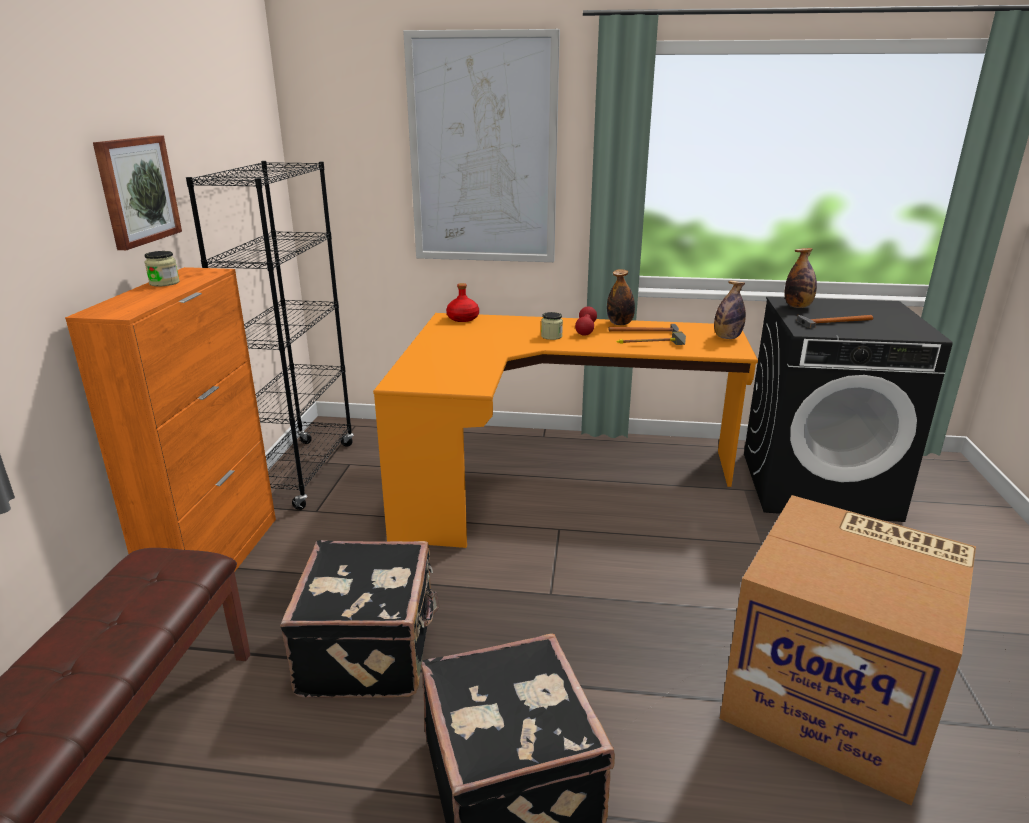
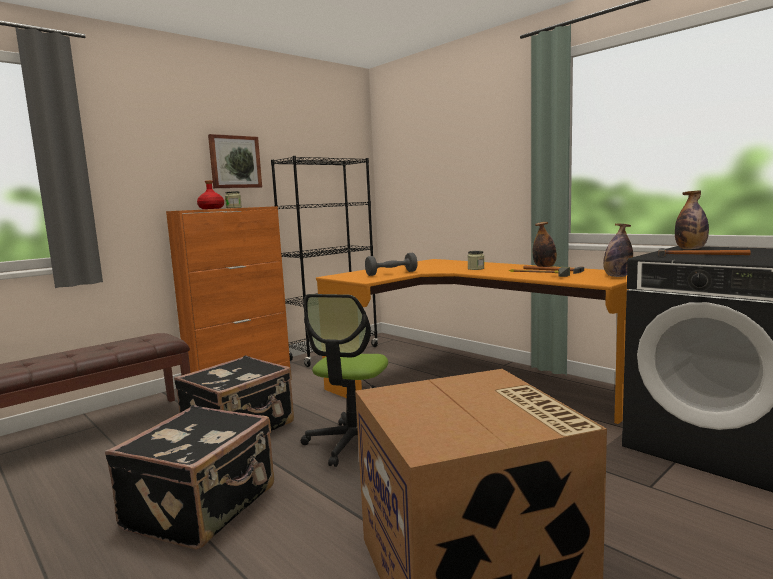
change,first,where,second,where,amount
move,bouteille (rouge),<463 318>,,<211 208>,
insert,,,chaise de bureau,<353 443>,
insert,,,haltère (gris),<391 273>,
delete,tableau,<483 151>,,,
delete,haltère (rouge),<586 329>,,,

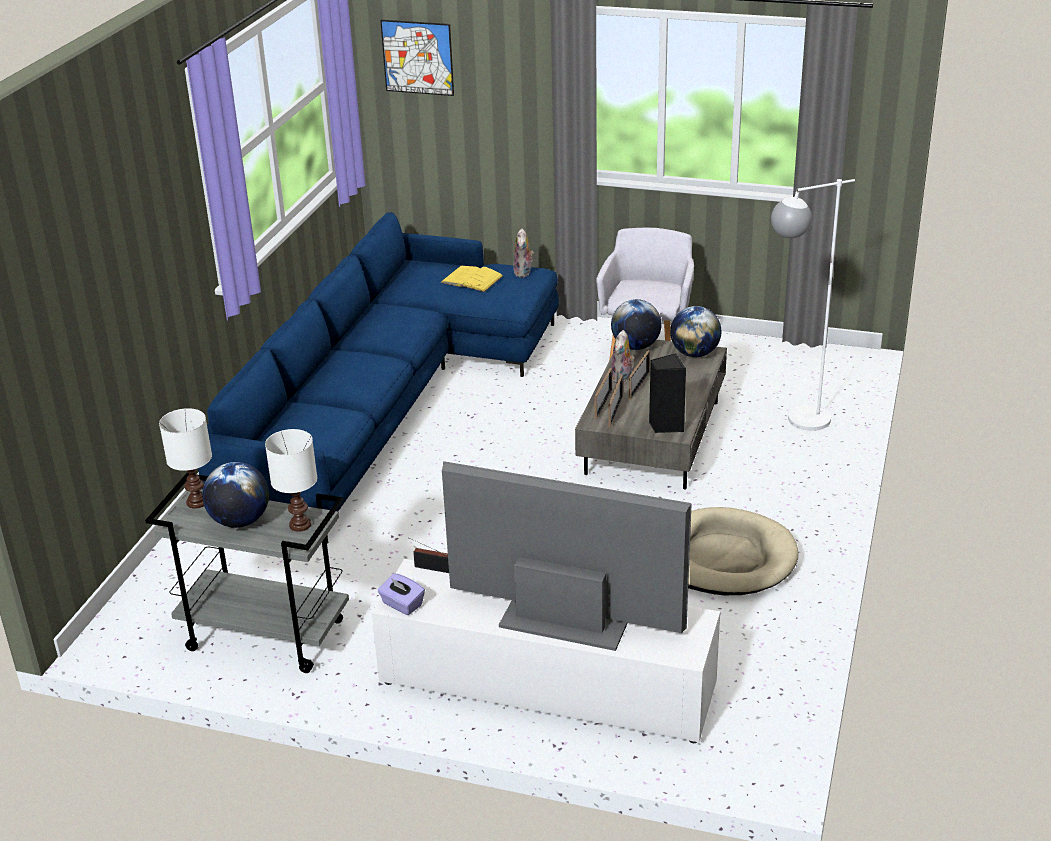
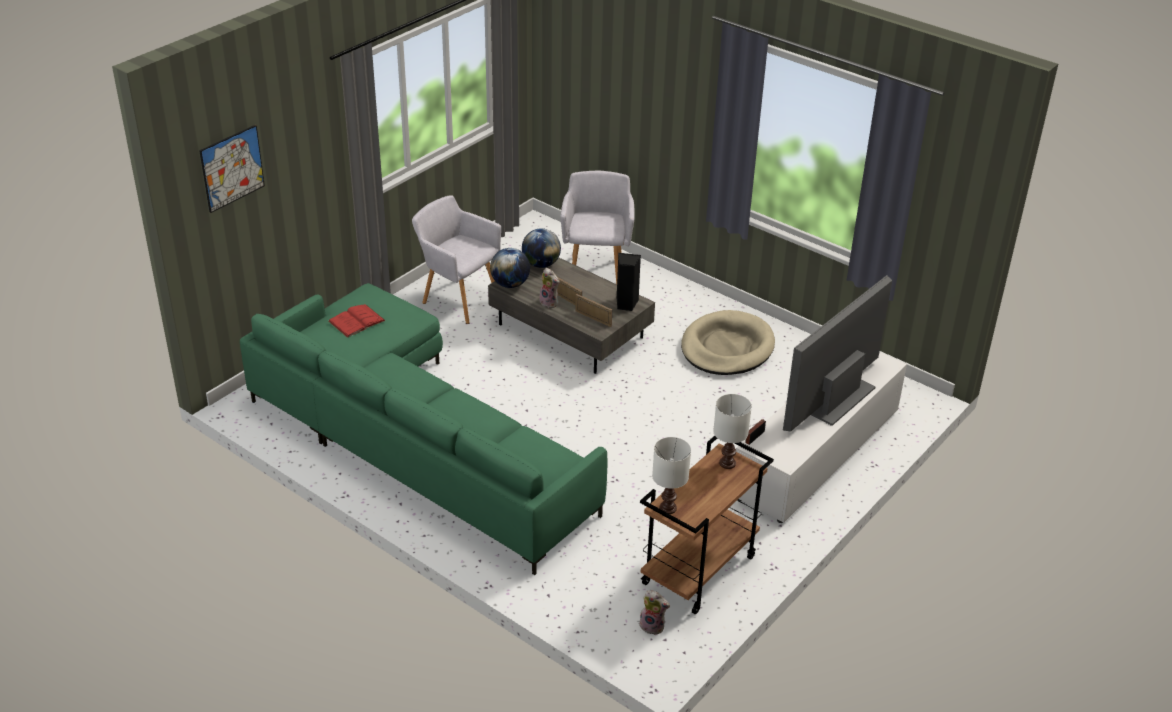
change,first,where,second,where,amount
recolor,canapé (bleu),<388 399>,canapé (vert),<414 438>,
recolor,livre (jaune),<472 279>,livre (rouge),<356 321>,
replace,lampadaire (blanc),<795 422>,fauteuil (gris),<596 270>,
move,peluche,<524 273>,,<653 626>,
recolor,chariot (gris),<263 636>,chariot (marron),<699 571>,
delete,globe,<240 521>,,,
delete,boîte à mouchoirs (violet),<402 605>,,,
delete,cadre photo,<603 404>,,,

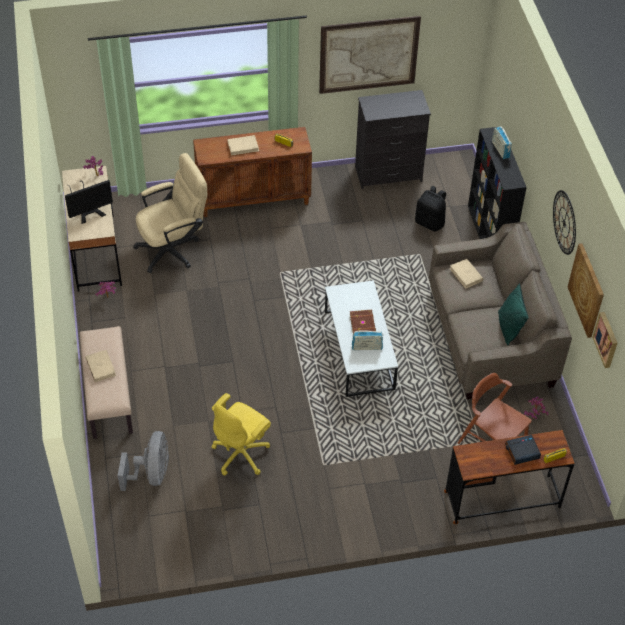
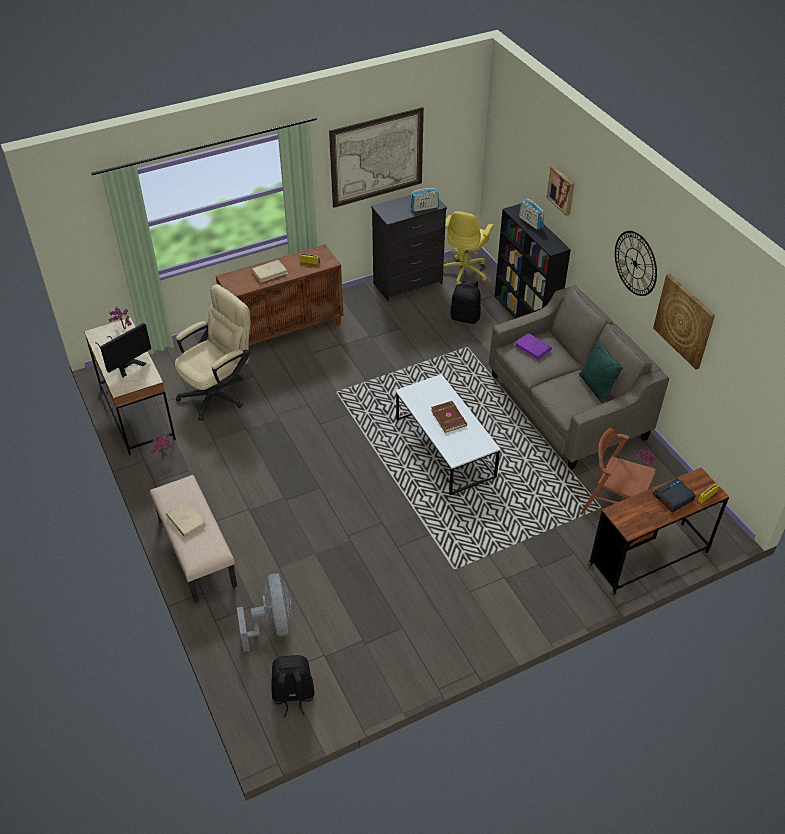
change,first,where,second,where,amount
insert,,,sac à dos (noir),<293 696>,
move,radio,<367 347>,,<424 208>,
move,chaise de bureau (jaune),<241 454>,,<465 271>,
recolor,livre (beige),<466 275>,livre (violet),<532 348>,
move,tableau,<607 339>,,<562 190>,

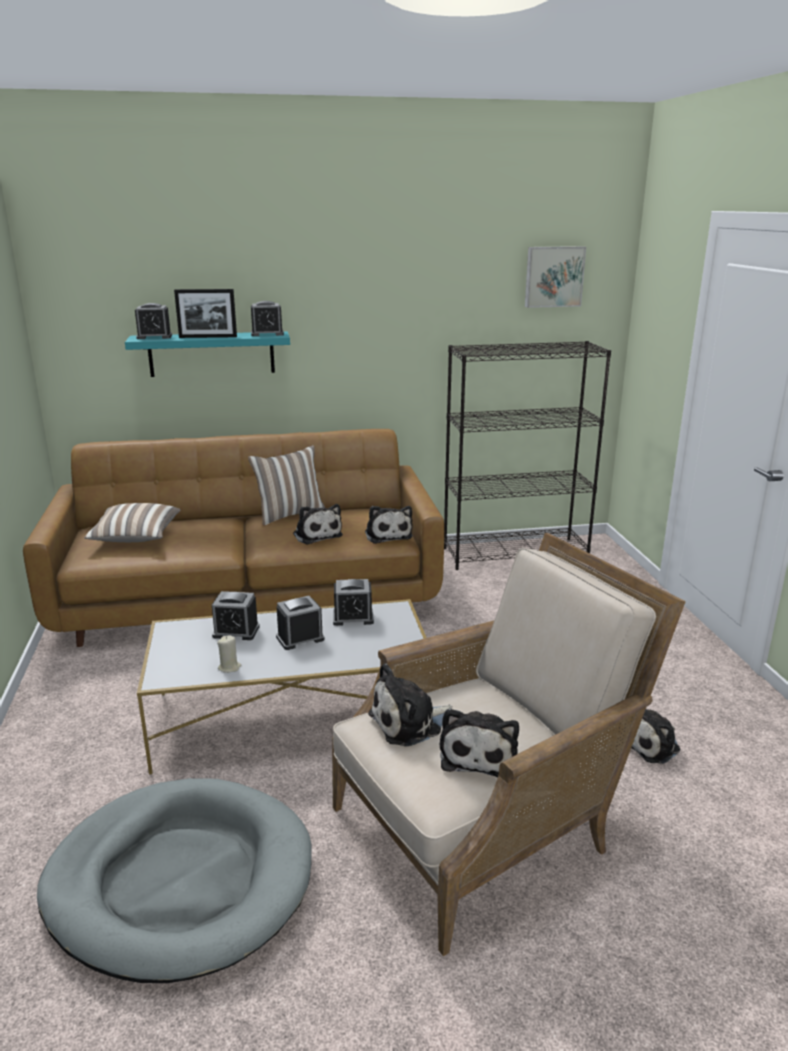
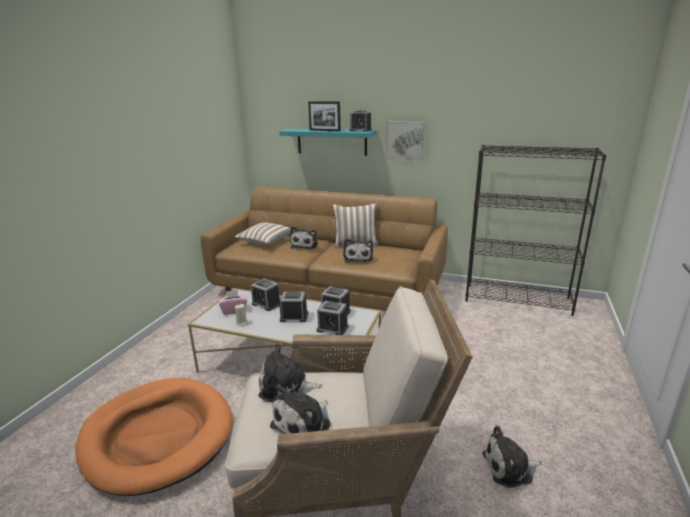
change,first,where,second,where,amount
recolor,panier pour chien (gris),<180 881>,panier pour chien (orange),<158 436>,
insert,,,boîte à mouchoirs (rose),<234 310>,
move,peluche,<387 535>,,<305 245>,
move,réveil,<154 337>,,<332 329>,
move,tableau,<553 276>,,<406 141>,

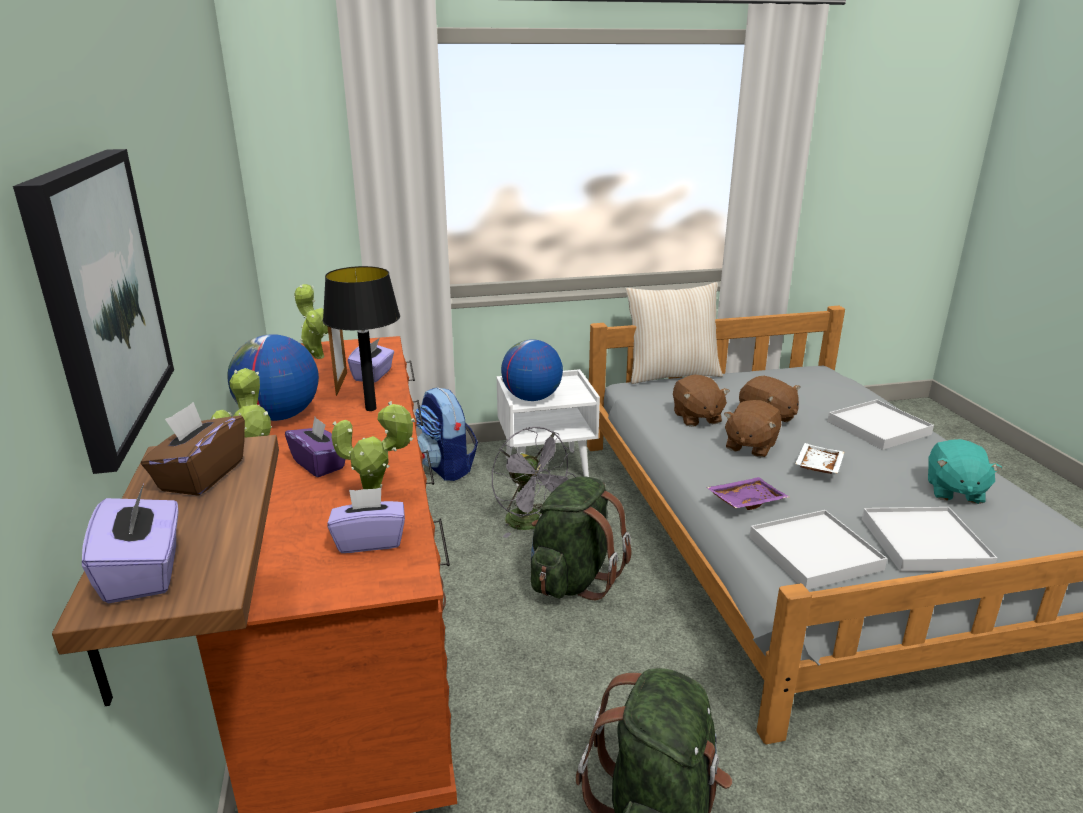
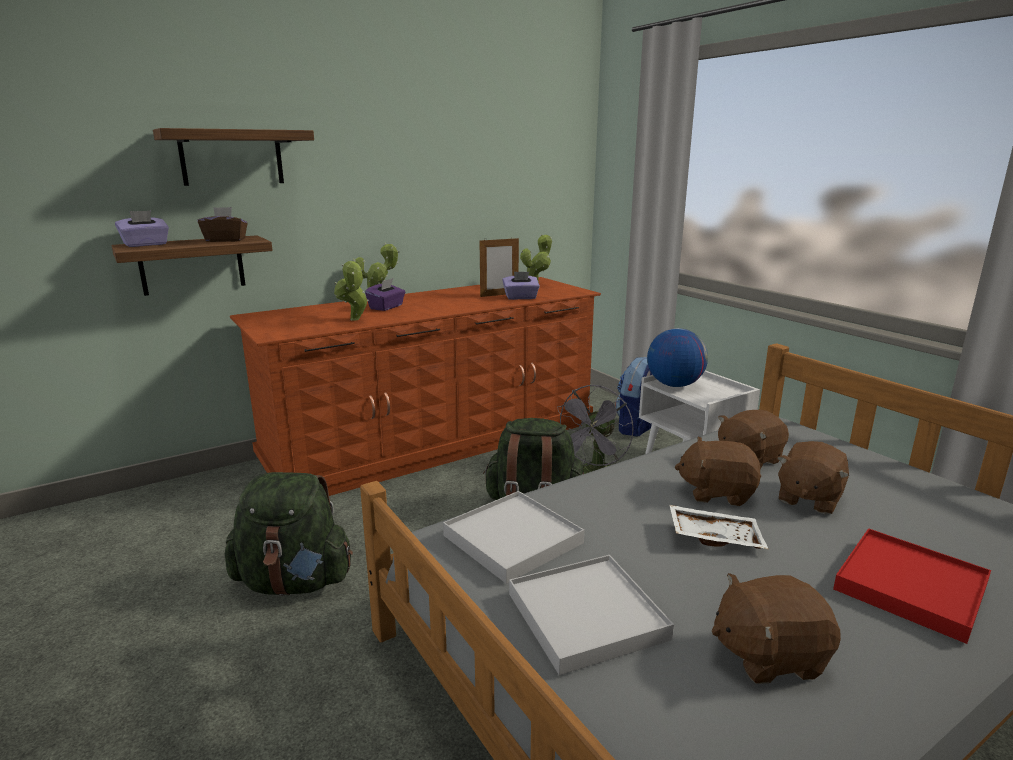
change,first,where,second,where,amount
replace,tableau,<100 299>,étagère,<232 157>,
recolor,peluche (turquoise),<953 491>,peluche (marron),<768 655>,
recolor,plateau (blanc),<878 428>,plateau (rouge),<909 587>,
delete,globe,<279 416>,,,
delete,lampe de table (noir),<370 409>,,,
delete,boîte à mouchoirs (violet),<370 541>,,,
delete,coussin (beige),<671 374>,,,
delete,plateau (violet),<745 501>,,,

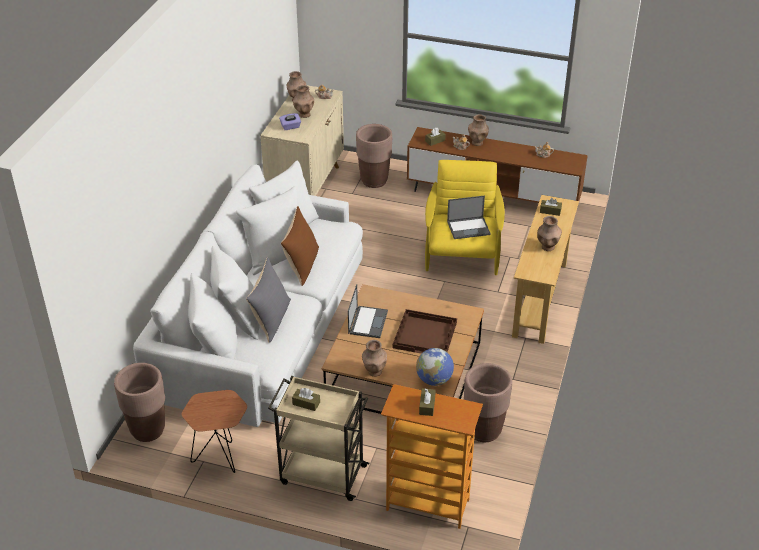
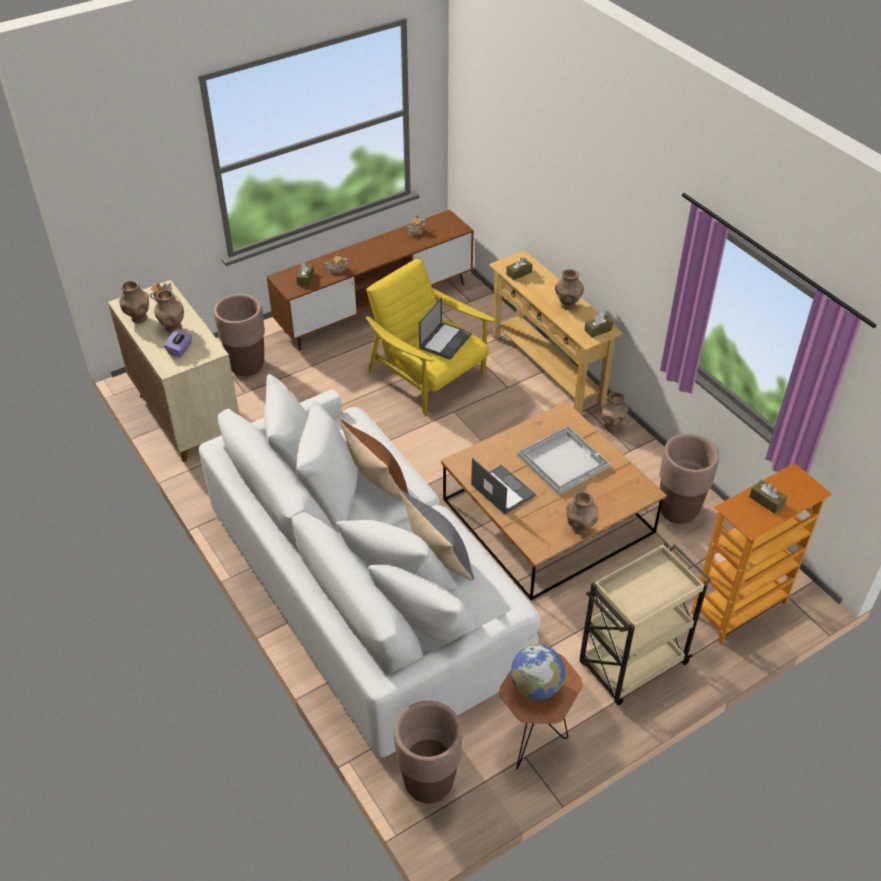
change,first,where,second,where,amount
move,globe,<434 380>,,<536 686>,
recolor,plateau (marron),<425 334>,plateau (blanc),<563 461>,
move,boîte à mouchoirs (marron),<306 403>,,<598 330>,
move,vase (marron),<477 143>,,<612 425>,

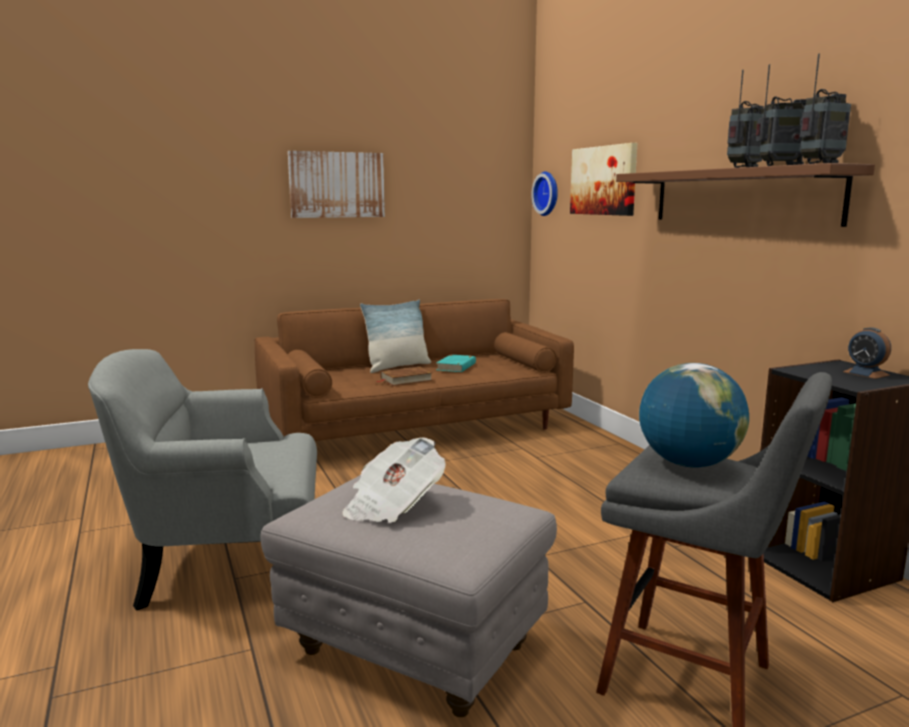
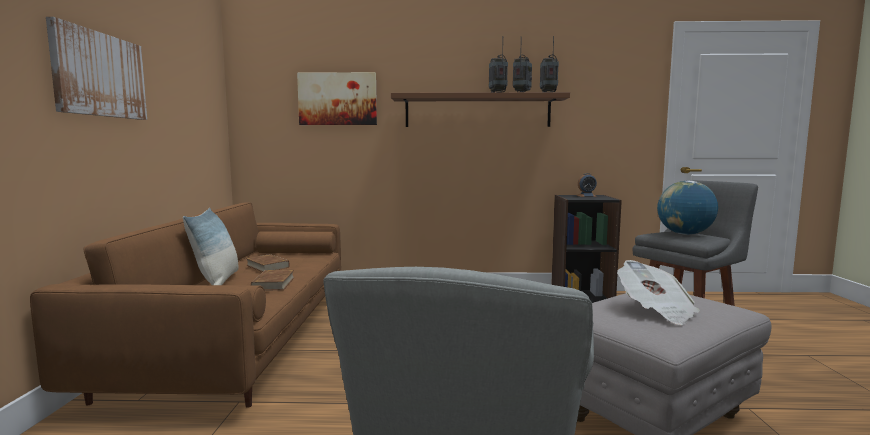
change,first,where,second,where,amount
recolor,livre (turquoise),<456 366>,livre (marron),<267 266>,
delete,horloge murale,<548 193>,,,

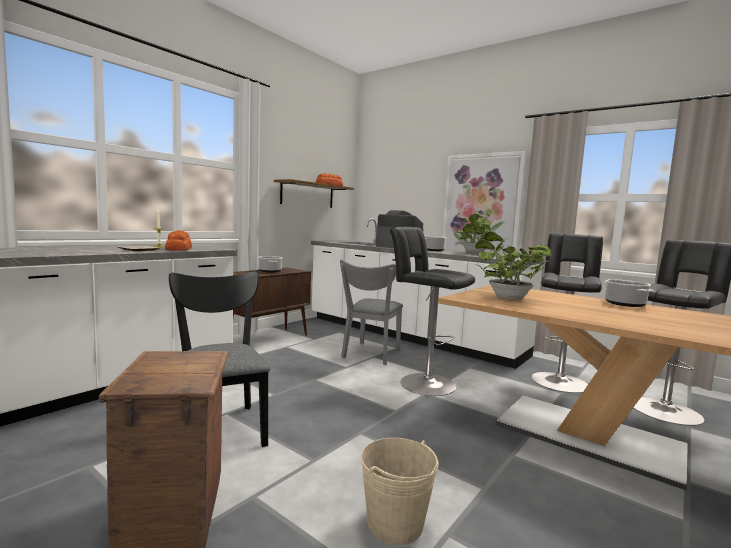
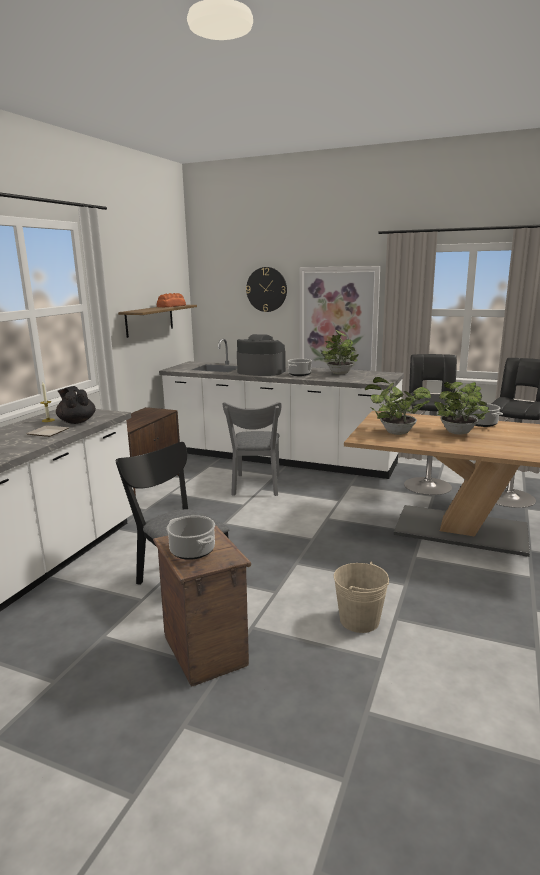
change,first,where,second,where,amount
replace,pain,<179 248>,théière (noir),<77 421>,
move,marmite,<269 271>,,<192 550>,
insert,,,horloge murale,<266 289>,
insert,,,plante en pot,<459 433>,
delete,tabouret (noir),<424 383>,,,

